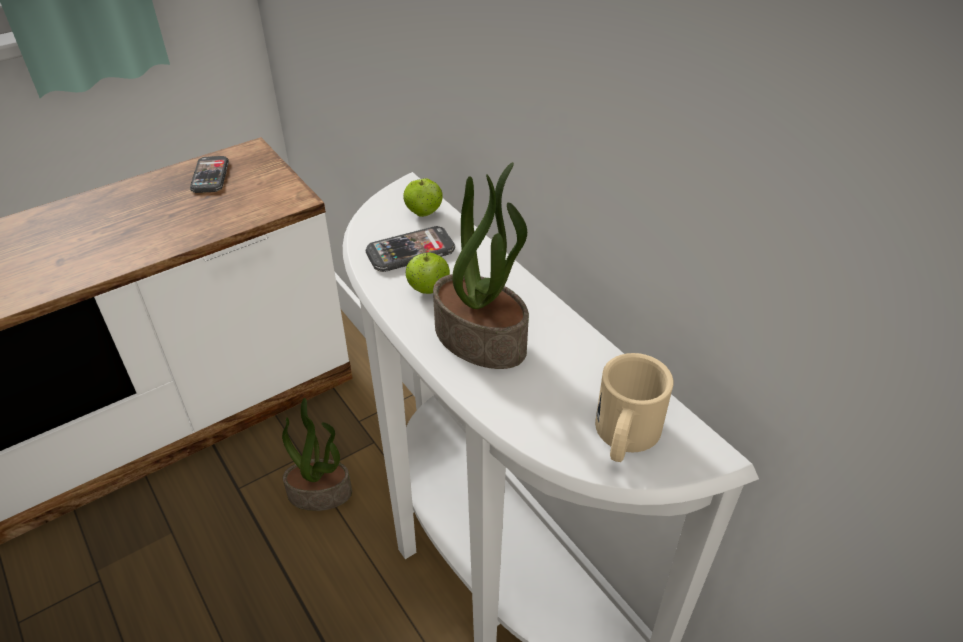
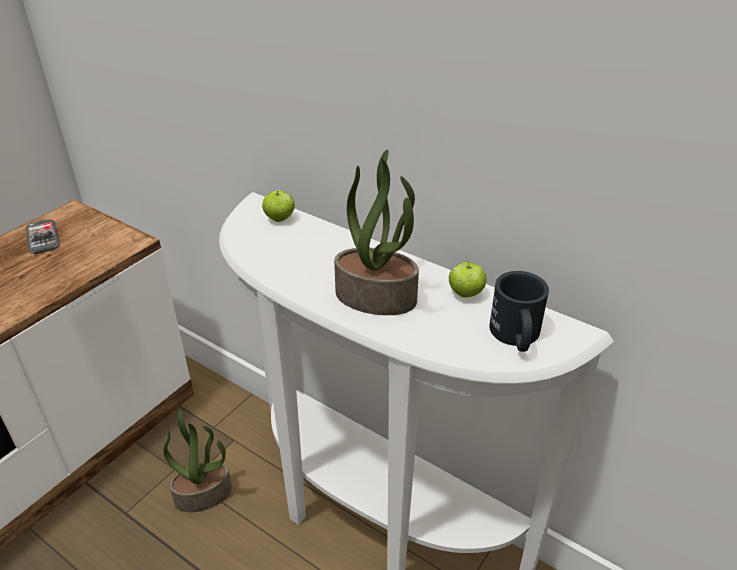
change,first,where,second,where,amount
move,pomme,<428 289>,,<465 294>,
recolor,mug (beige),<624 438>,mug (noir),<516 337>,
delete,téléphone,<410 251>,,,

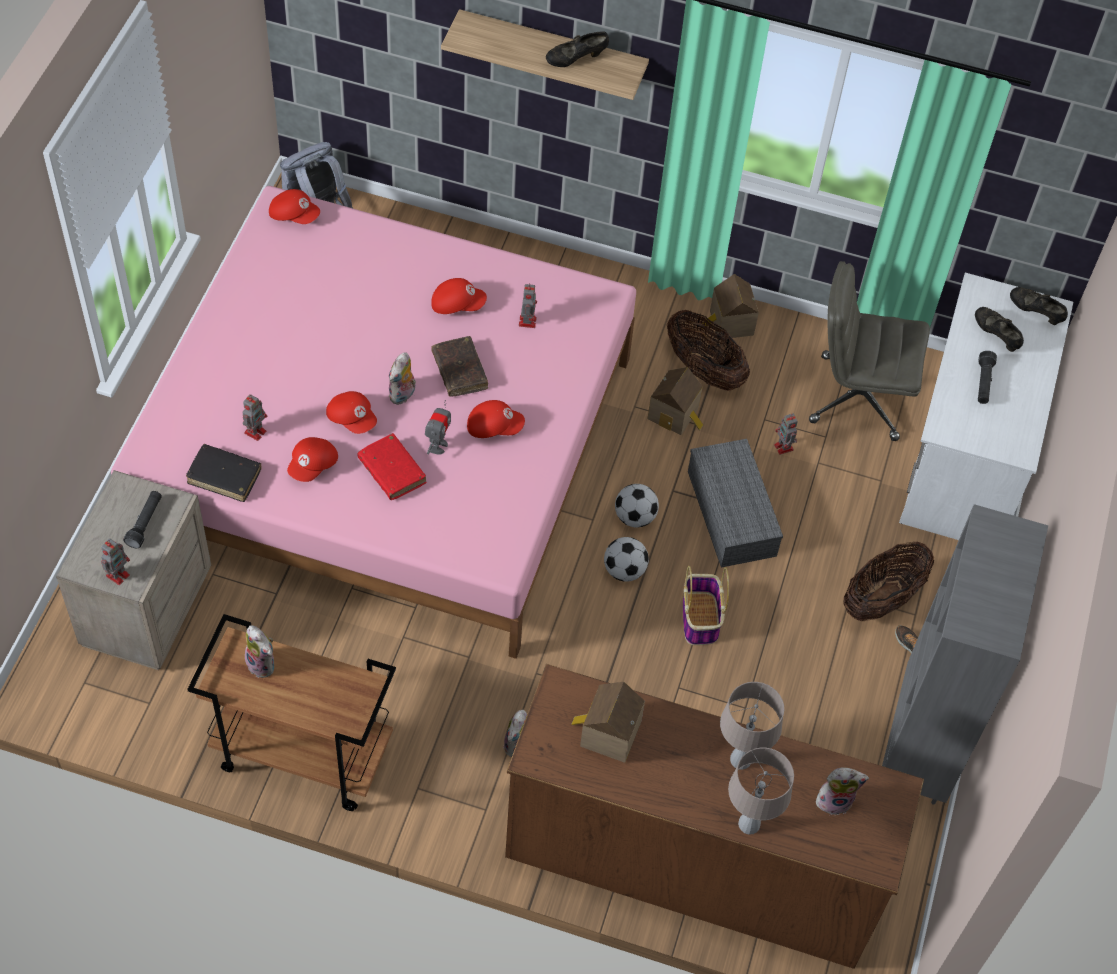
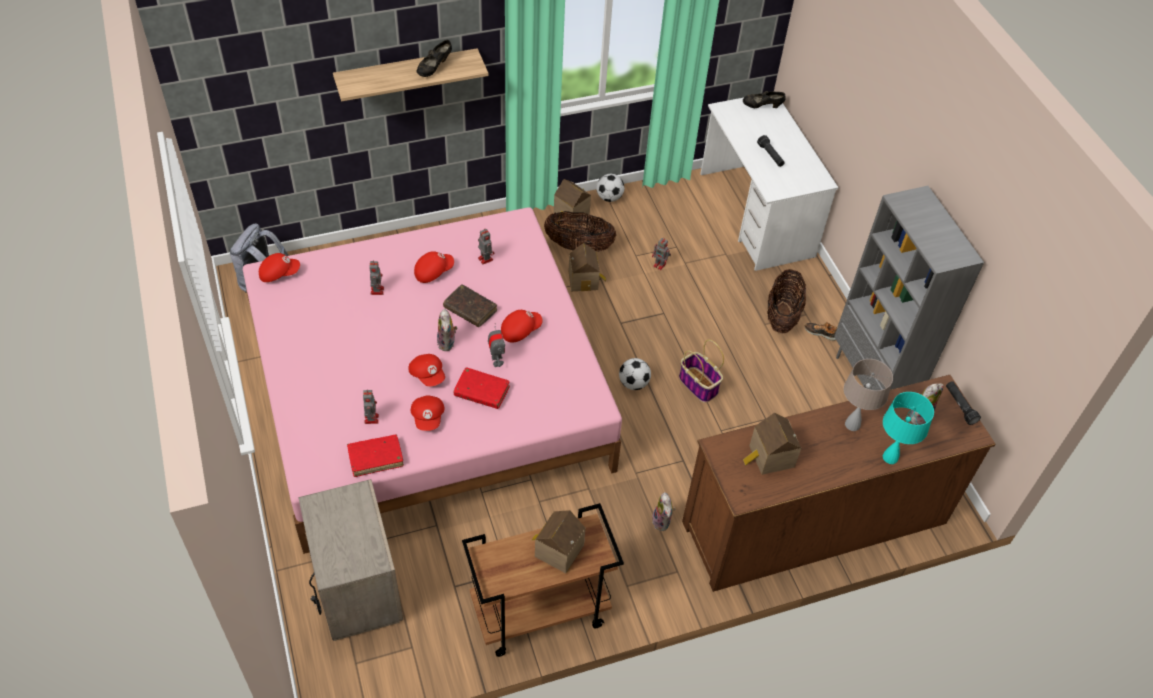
change,first,where,second,where,amount
recolor,livre (noir),<224 477>,livre (rouge),<376 458>,
move,robot jouet,<118 574>,,<377 290>,
rotate,casquette (rouge),<352 418>,,<428 375>,45 degrees clockwise
insert,,,maison miniature,<556 550>,
move,ballon de foot,<635 517>,,<609 197>,
recolor,lampe de table (beige),<749 824>,lampe de table (turquoise),<890 457>,
move,lampe de poche (noir),<145 523>,,<959 406>,
delete,peluche,<263 664>,,,
delete,boîte de rangement (gris),<733 514>,,,
delete,chaise de bureau (gris),<857 397>,,,
delete,chaussure (noir),<996 336>,,,

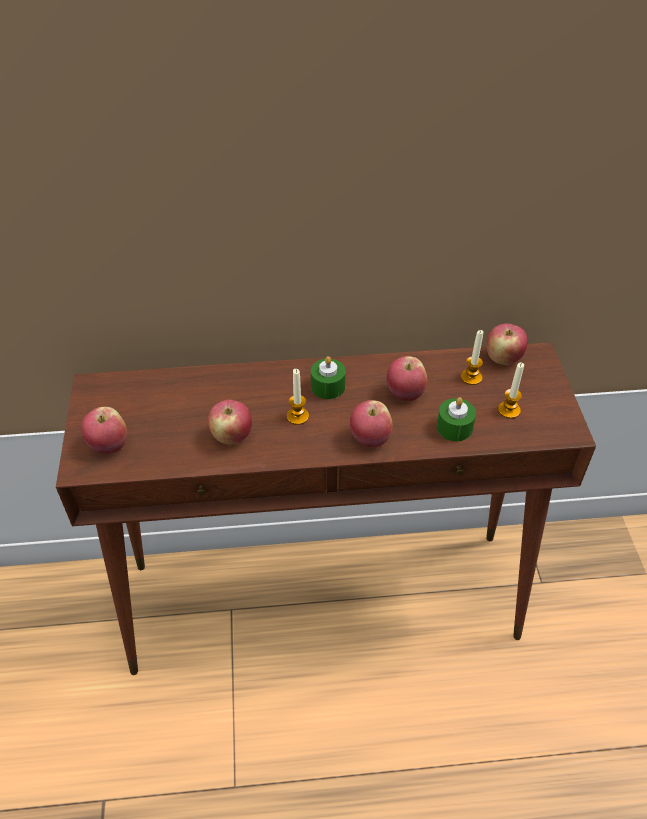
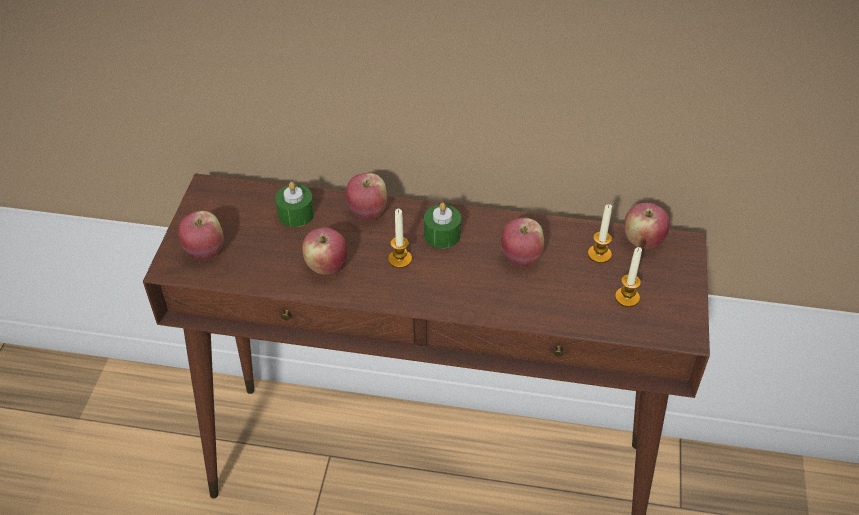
change,first,where,second,where,amount
move,bougie (vert),<454 427>,,<296 214>,
move,pomme,<370 439>,,<367 212>,

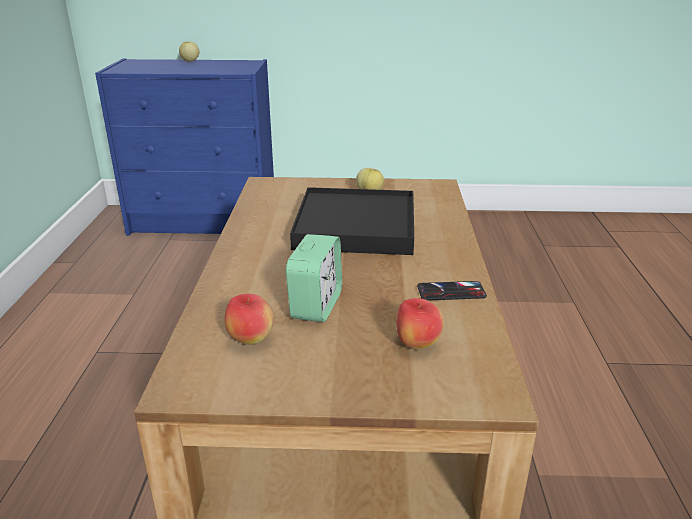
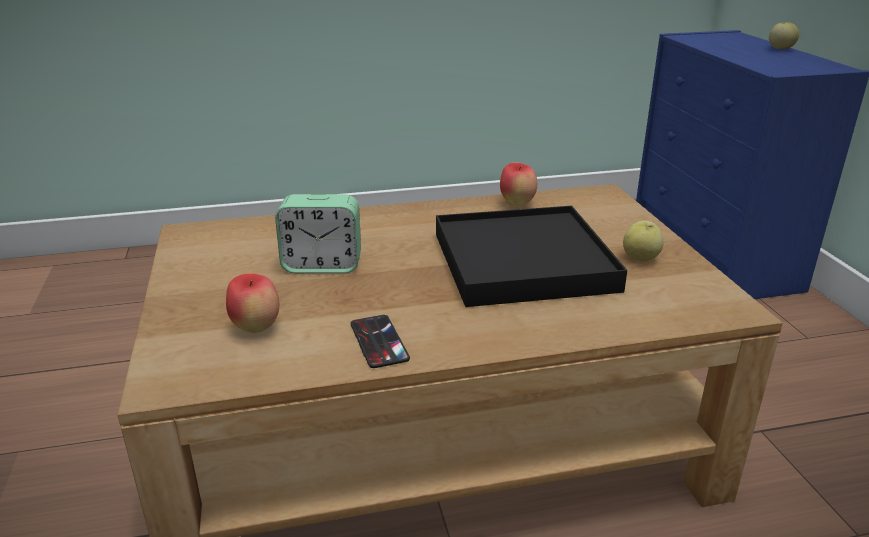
change,first,where,second,where,amount
move,pomme,<251 340>,,<517 203>,

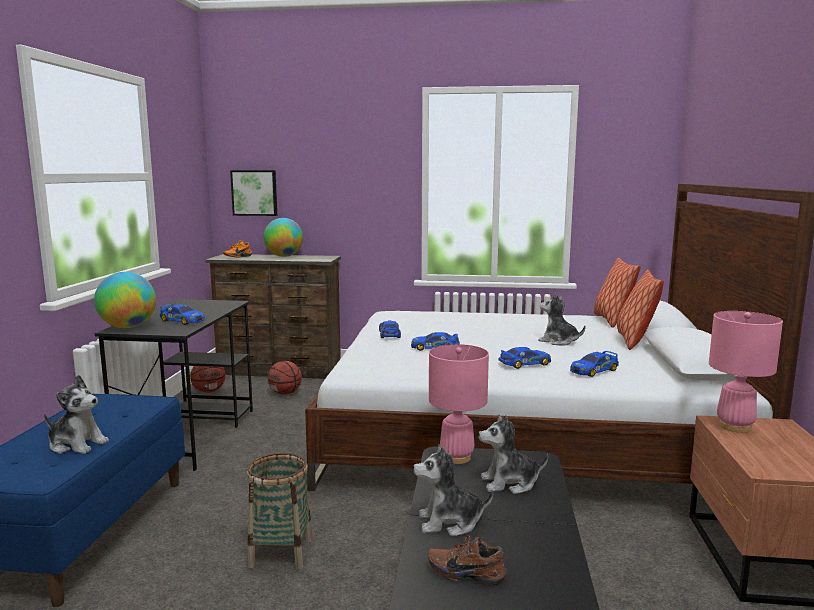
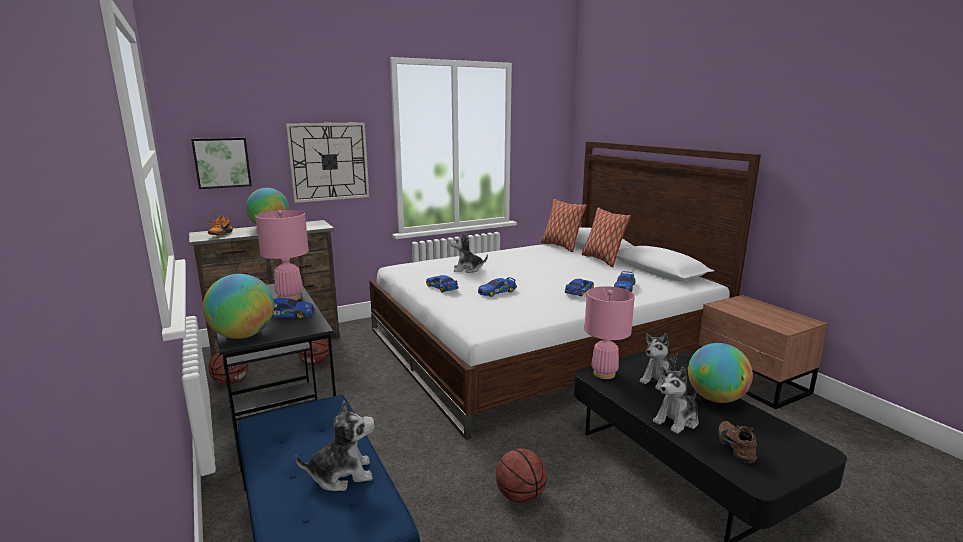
change,first,where,second,where,amount
move,lampe de table (rose),<735 427>,,<290 298>,
insert,,,horloge murale,<329 161>,
move,peluche,<558 341>,,<467 269>,
replace,panier,<281 552>,ballon de basket,<520 496>,
insert,,,globe,<715 398>,
rotate,chaussure (marron),<467 572>,,<738 447>,105 degrees clockwise

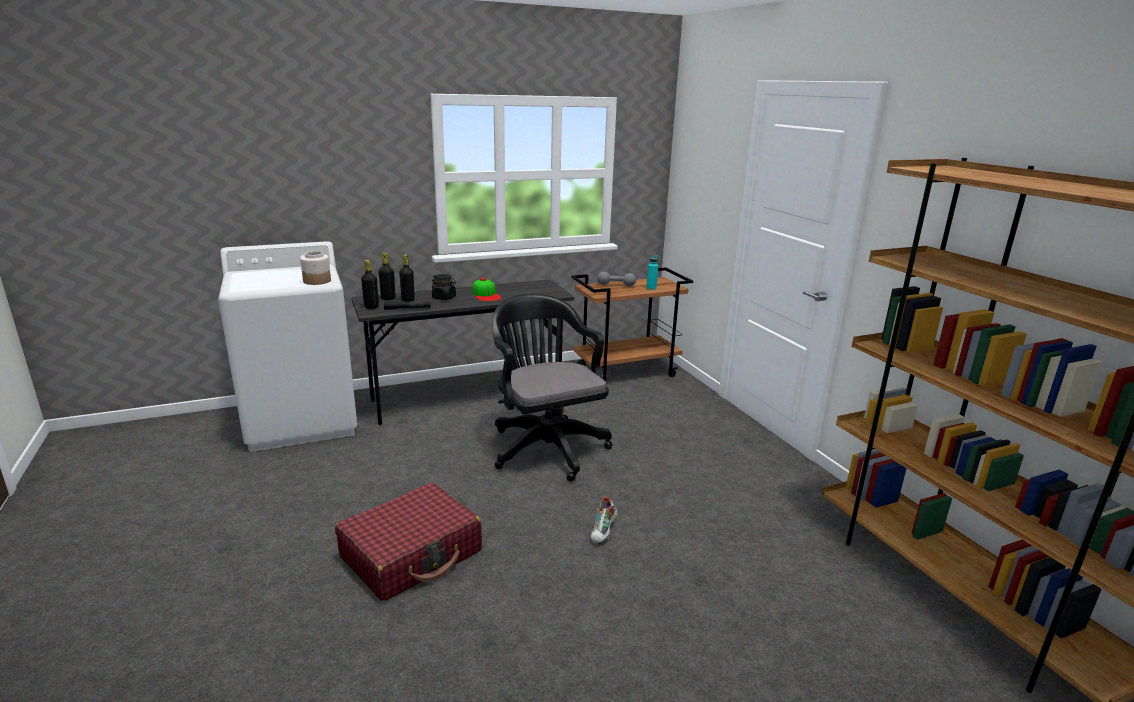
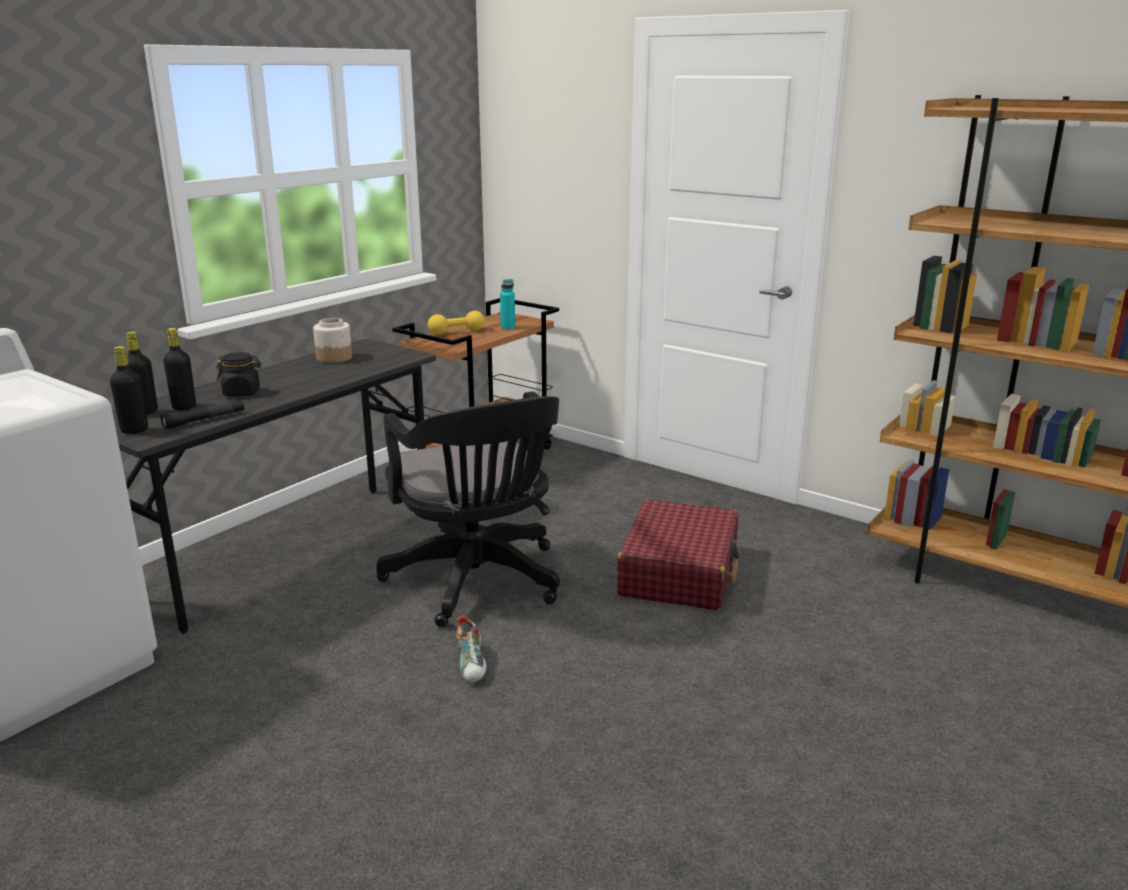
change,first,where,second,where,amount
move,bocal,<317 281>,,<334 358>,
rotate,chaise de bureau (noir),<545 446>,,<478 583>,150 degrees counterclockwise
recolor,haltère (gris),<616 285>,haltère (jaune),<456 332>,
move,chaussure,<603 531>,,<472 665>,
move,valise (rouge),<412 554>,,<679 572>,
delete,casquette,<486 295>,,,

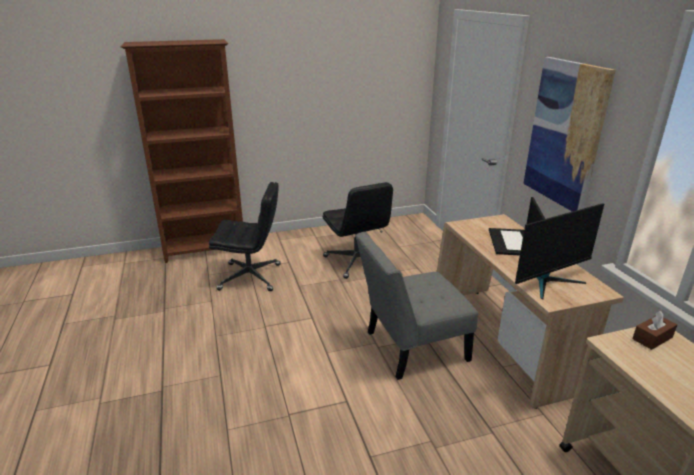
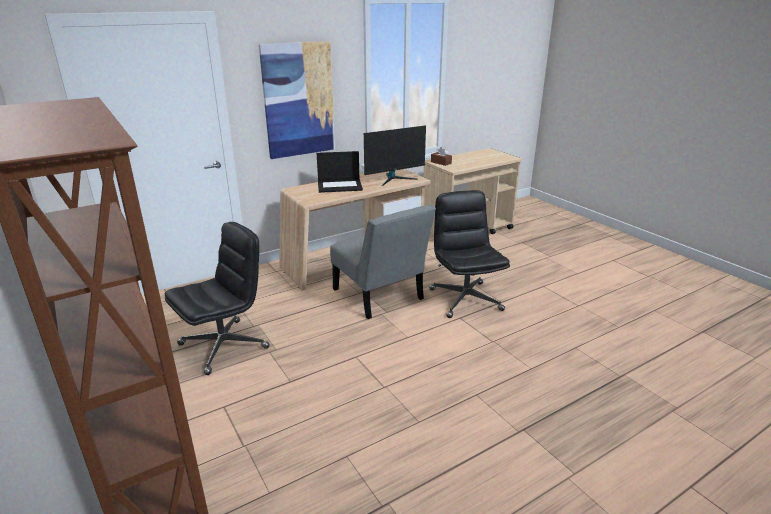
change,first,where,second,where,amount
rotate,écran d'ordinateur,<549 282>,,<394 179>,105 degrees clockwise
move,chaise de bureau (noir),<251 277>,,<464 299>,

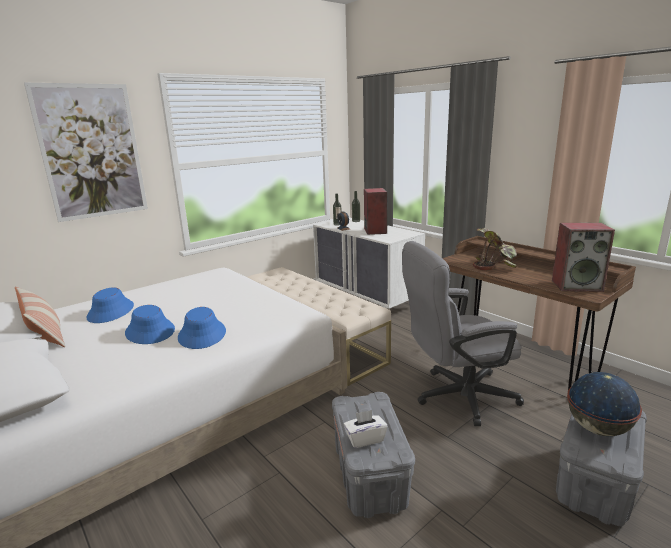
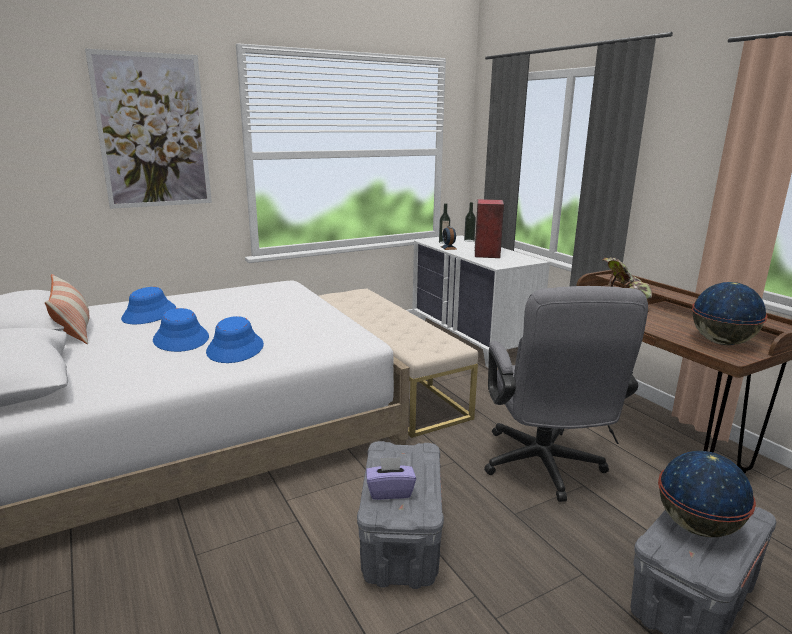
change,first,where,second,where,amount
recolor,boîte à mouchoirs (blanc),<365 439>,boîte à mouchoirs (violet),<390 491>,
rotate,chaise de bureau (gris),<456 396>,,<544 469>,90 degrees counterclockwise
replace,enceinte,<577 285>,globe,<722 342>,

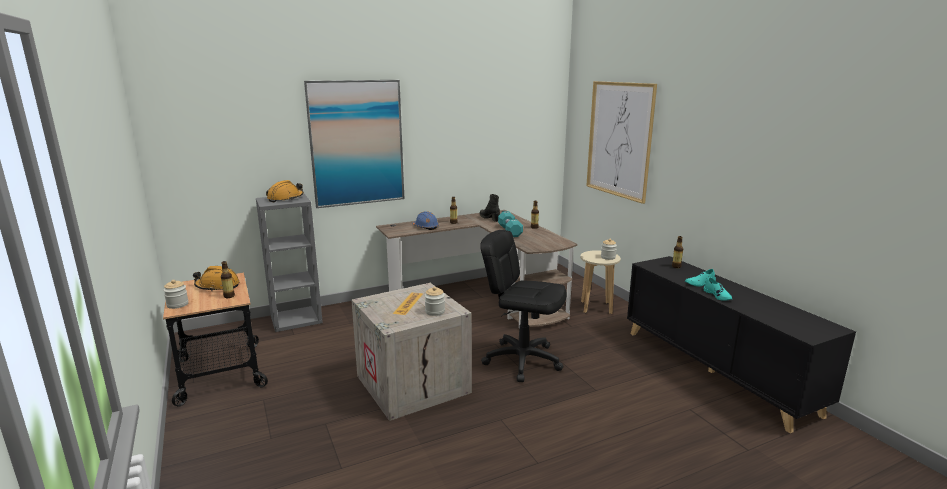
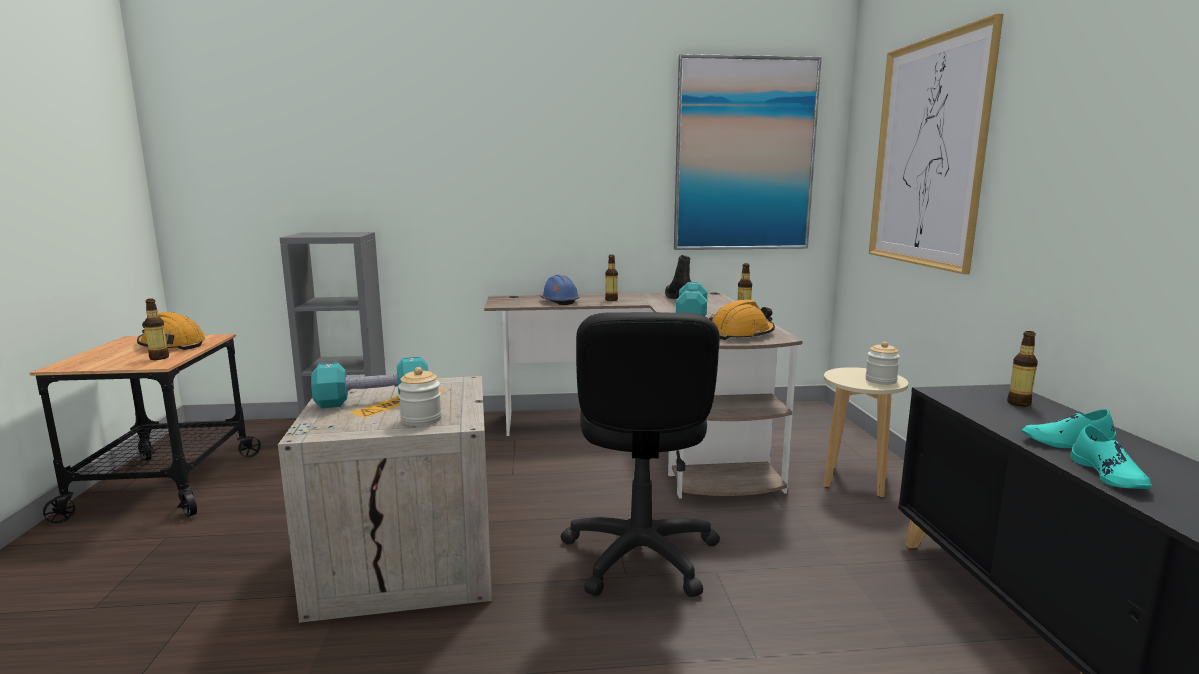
change,first,where,second,where,amount
insert,,,haltère (turquoise),<373 401>,
rotate,chaise de bureau (noir),<522 360>,,<640 555>,135 degrees counterclockwise
move,tableau,<357 143>,,<744 155>,
move,casque de chantier (orange),<285 198>,,<741 334>,
delete,bocal,<177 304>,,,

